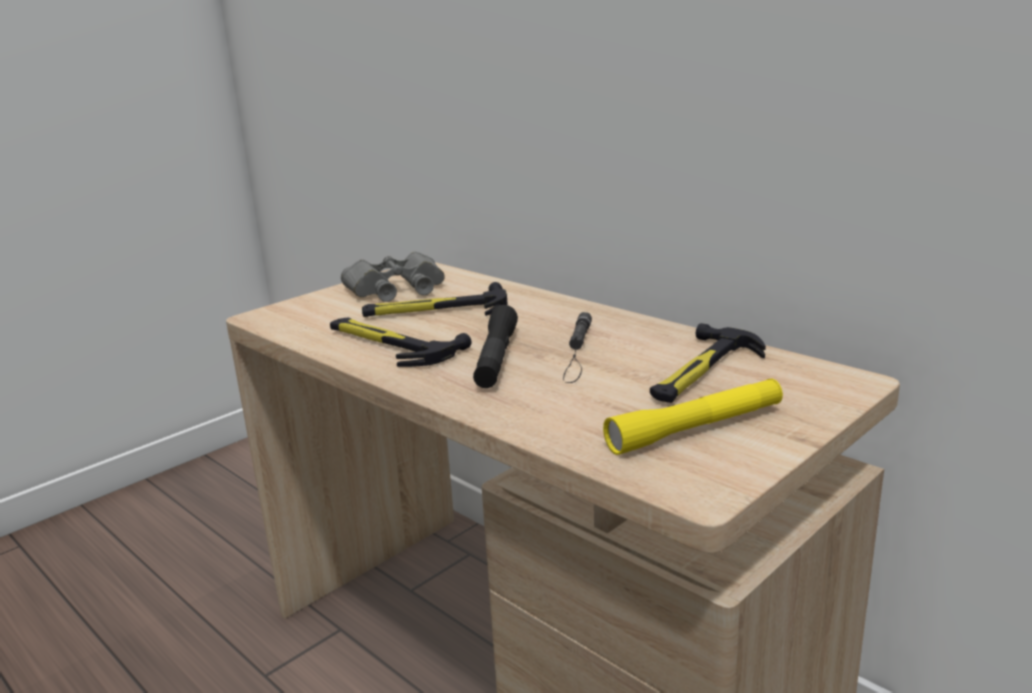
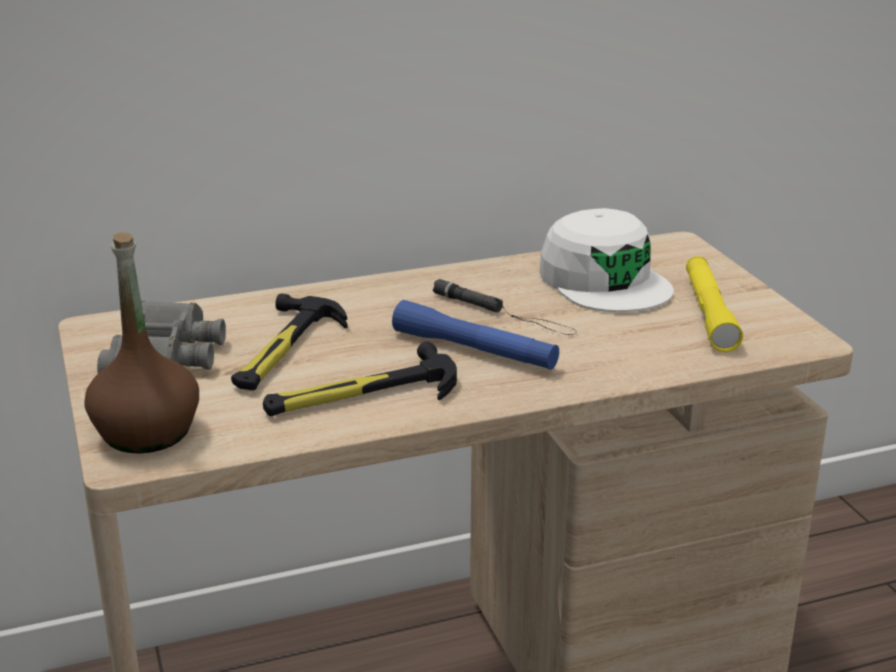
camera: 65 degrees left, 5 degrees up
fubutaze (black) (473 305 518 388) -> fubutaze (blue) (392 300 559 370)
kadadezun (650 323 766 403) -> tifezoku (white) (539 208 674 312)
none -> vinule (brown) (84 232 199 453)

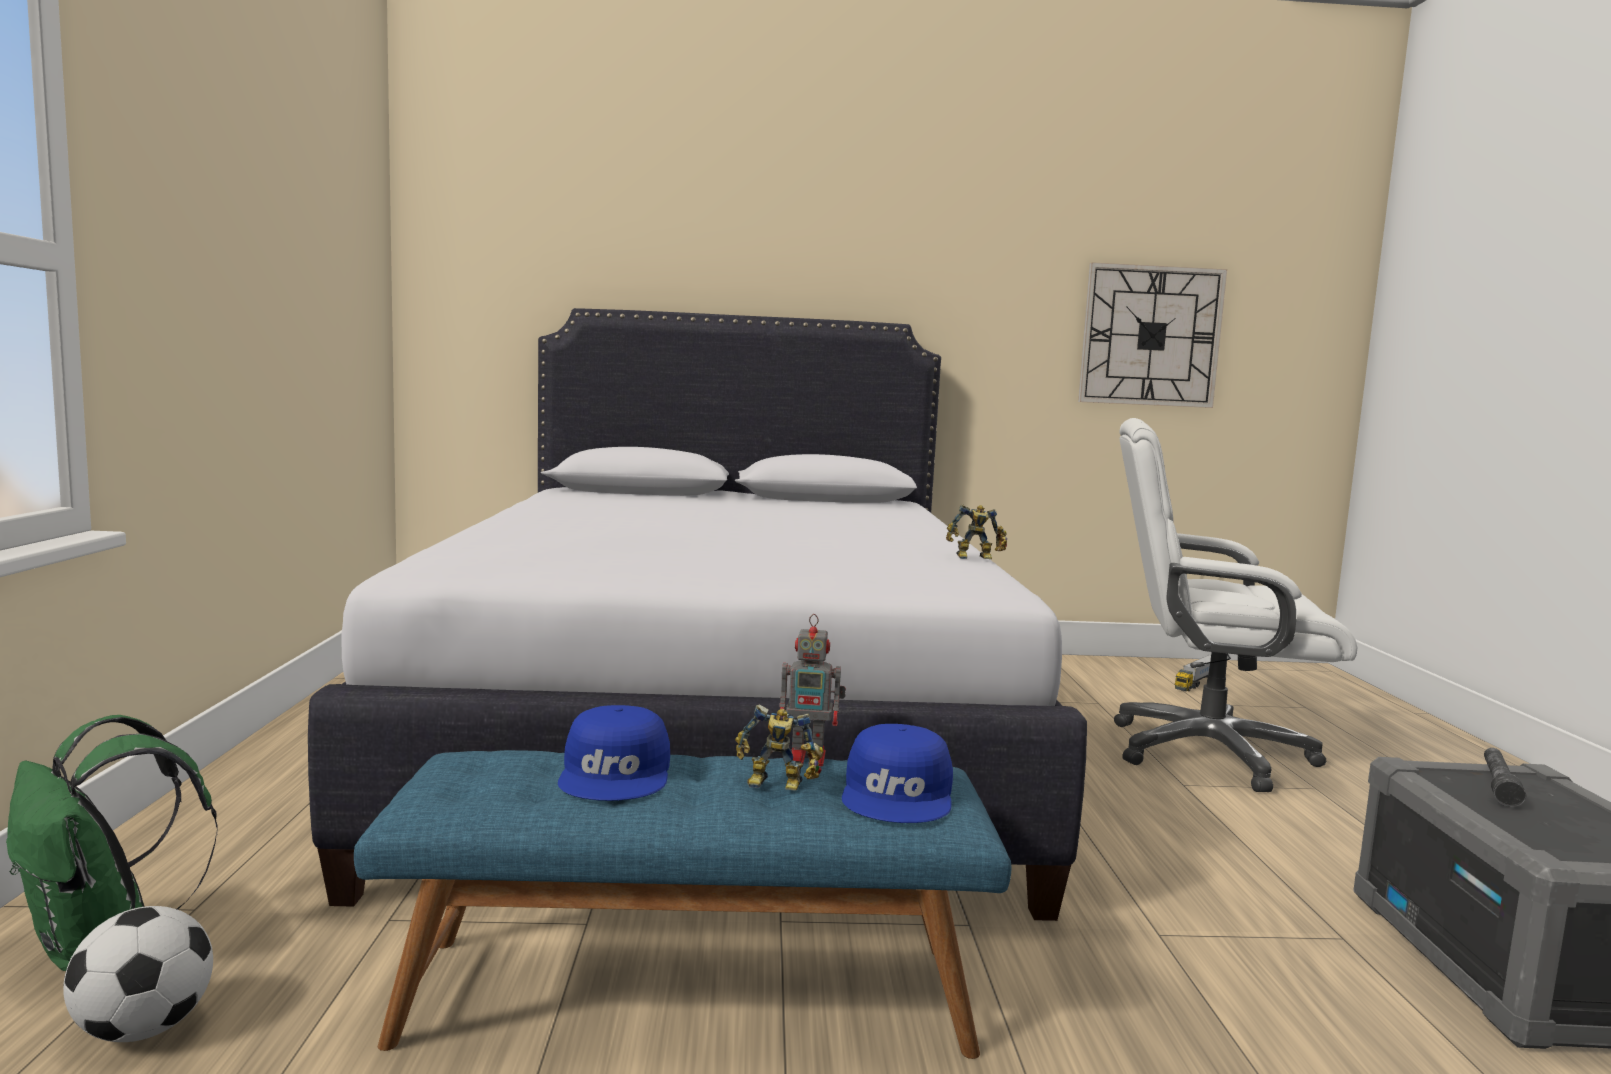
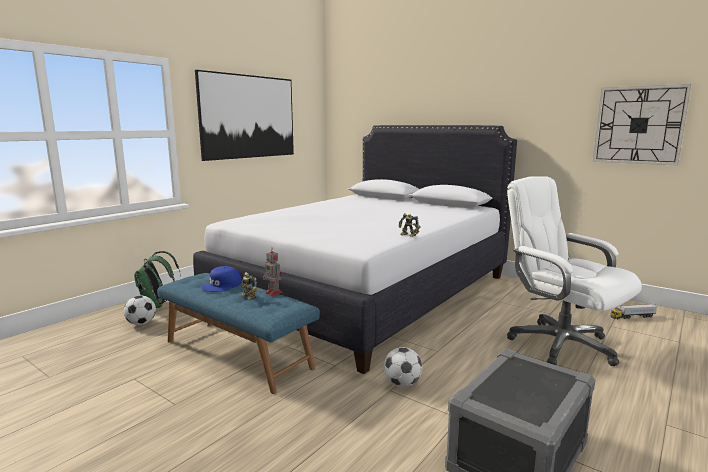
camera: 40 degrees right, 5 degrees up
tifezoku (blue) (842 724 953 823) -> none
fubutaze (grey) (1484 748 1526 807) -> none
none -> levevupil (195 70 294 161)
none -> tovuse (384 347 422 387)

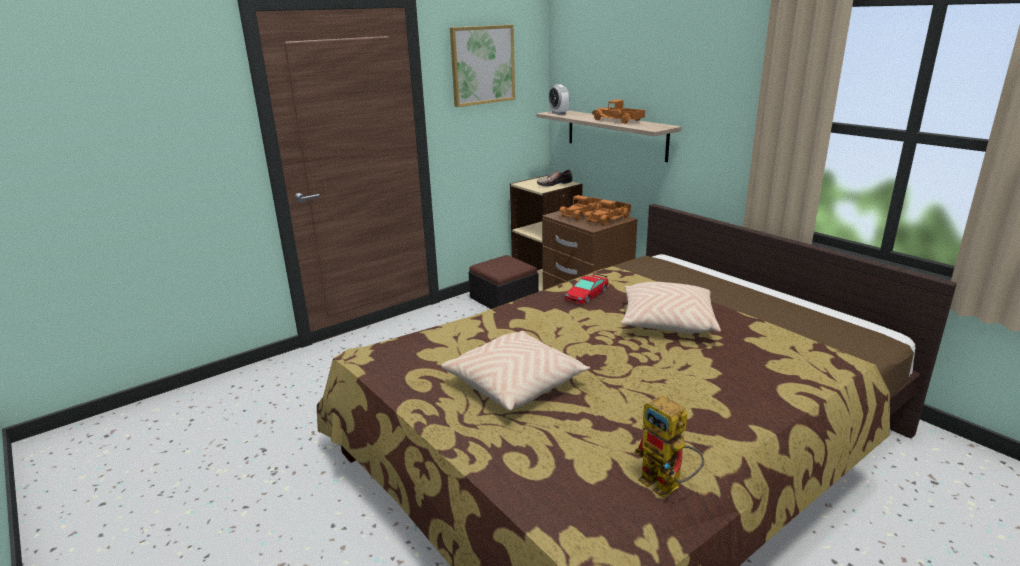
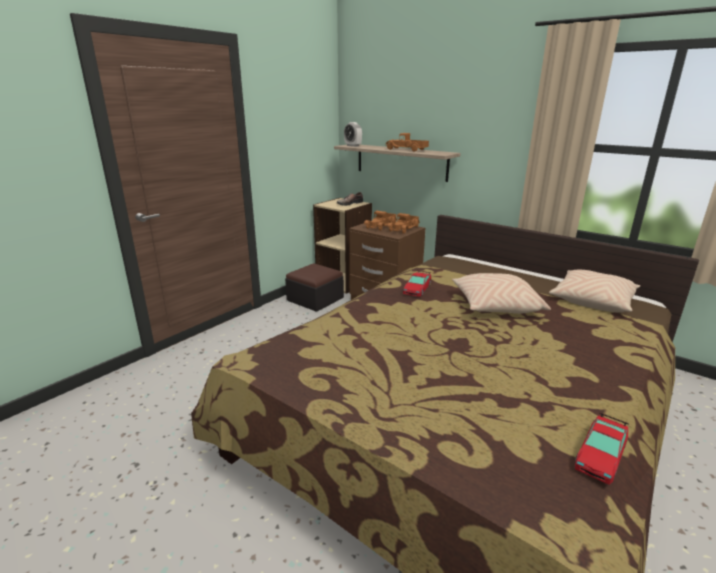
camera: 15 degrees left, 0 degrees up
levevupil (450 25 515 107) -> none
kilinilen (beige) (441 331 590 411) -> kilinilen (beige) (549 270 640 312), moved
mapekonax (634 395 704 498) -> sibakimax (575 413 629 485)

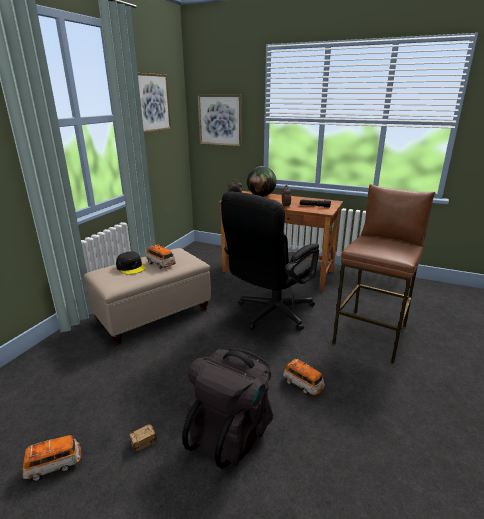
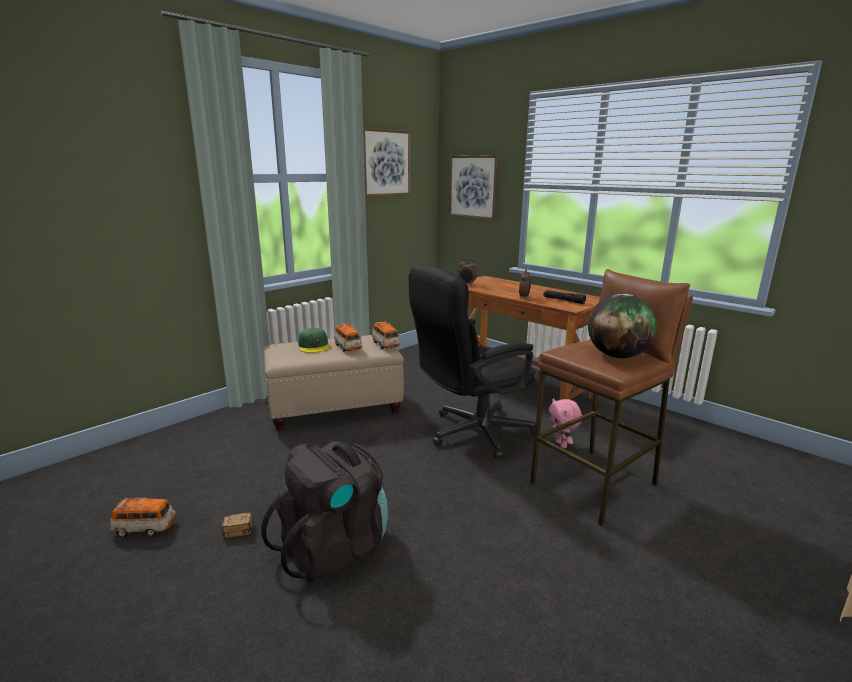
camera: 20 degrees right, 5 degrees down
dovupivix (247 166 277 197) -> dovupivix (588 294 657 358), moved
tifezoku (black) (116 251 146 275) -> tifezoku (green) (298 328 329 353)
sibakimax (283 359 325 396) -> sibakimax (372 321 400 349), moved
none -> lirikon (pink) (549 398 582 448)

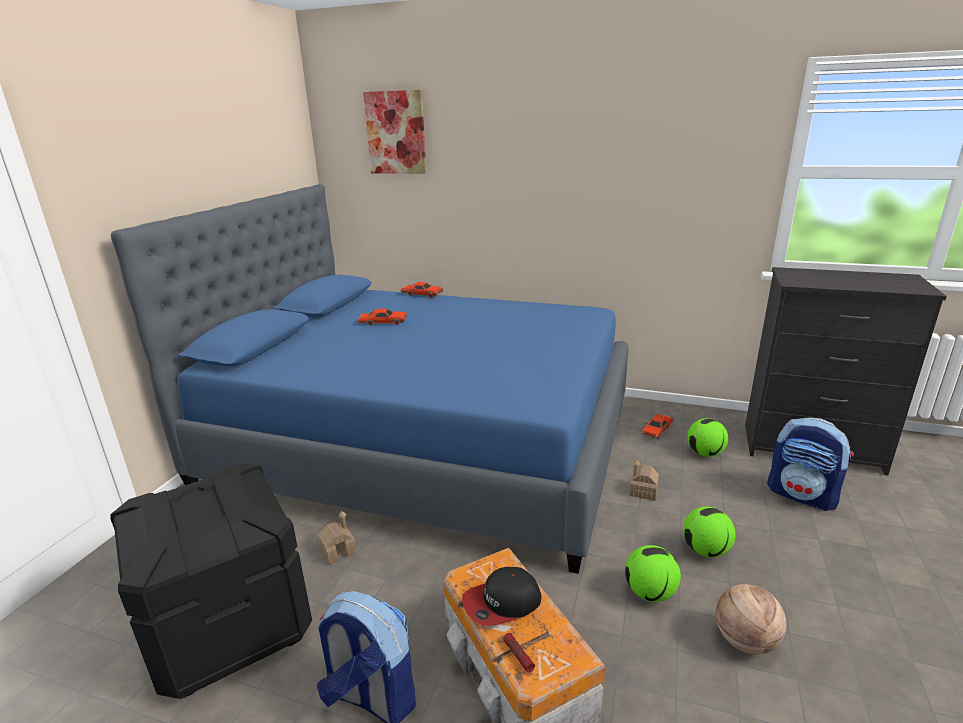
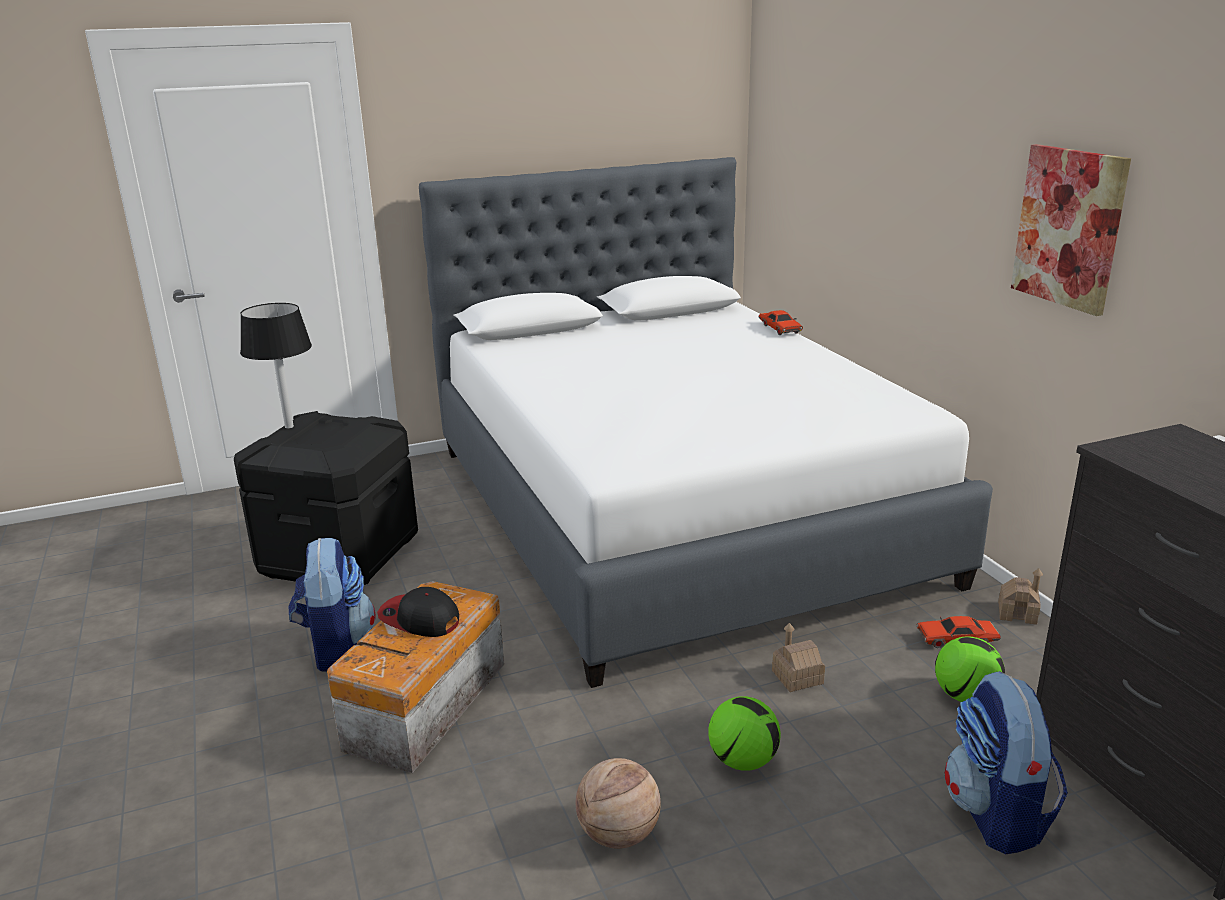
camera: 50 degrees right, 0 degrees up
levevupil (363 90 427 174) -> levevupil (1011 144 1131 316), moved
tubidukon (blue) (111 184 629 574) -> tubidukon (white) (419 157 993 688)
sibakimax (red) (358 308 407 326) -> none
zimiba (318 511 356 565) -> zimiba (998 568 1043 625), moved
tovuse (625 545 681 602) -> none
fubutaze (503 633 535 673) -> none
none -> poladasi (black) (240 303 312 429)

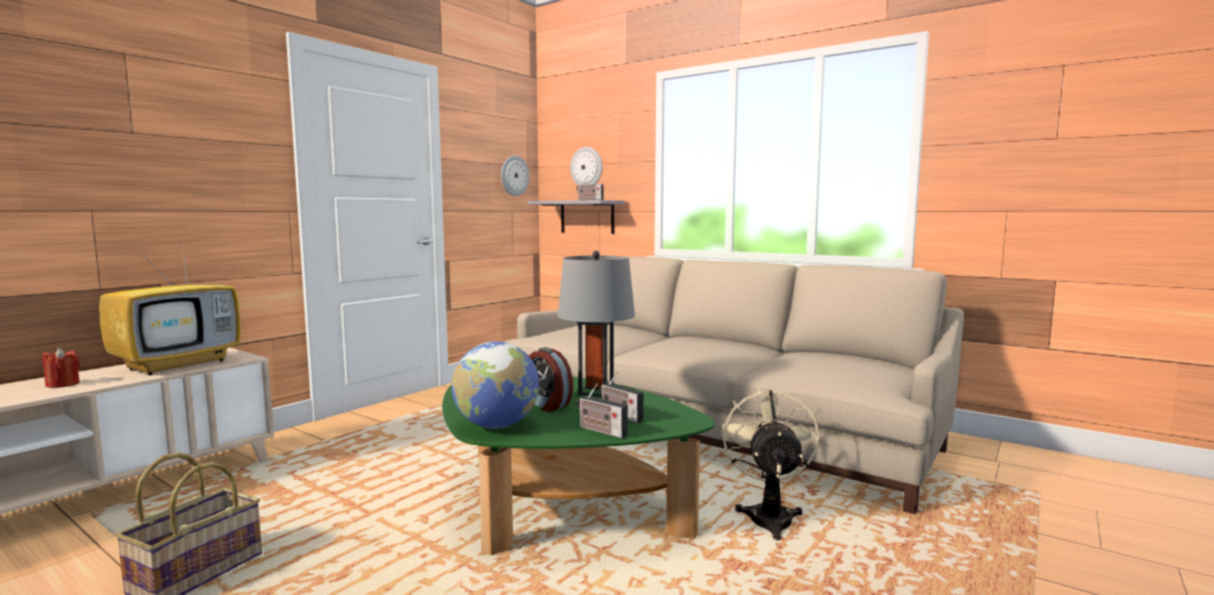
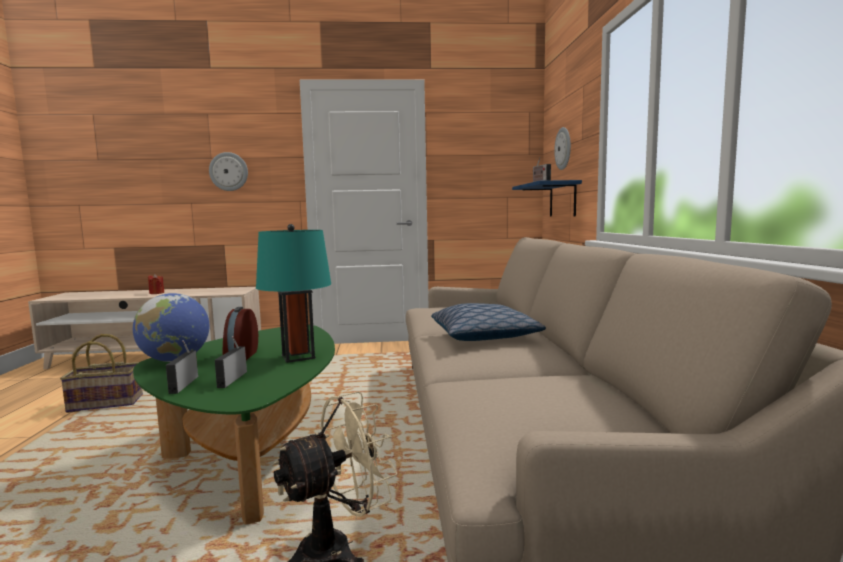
camera: 50 degrees right, 0 degrees up
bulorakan (501 156 529 196) -> bulorakan (209 152 248 191), moved
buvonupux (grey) (528 200 624 234) -> buvonupux (blue) (512 180 582 216)
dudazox (99 236 241 375) -> none
poladasi (grey) (558 251 635 396) -> poladasi (turquoise) (256 224 331 363)
none -> kilinilen (431 303 546 341)

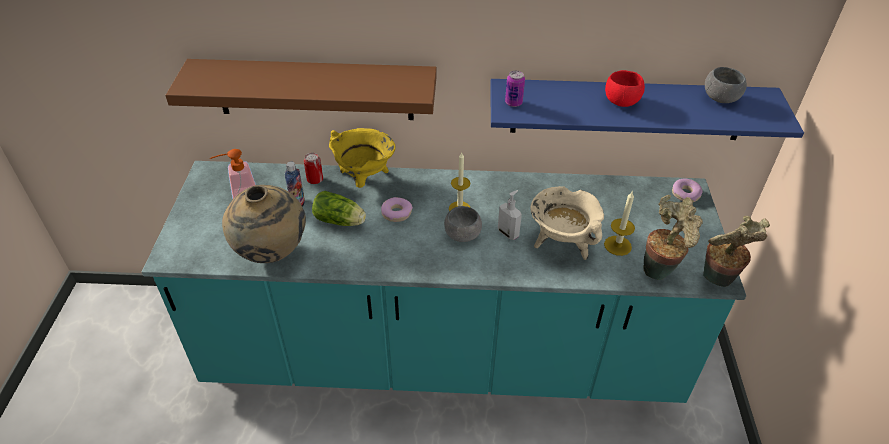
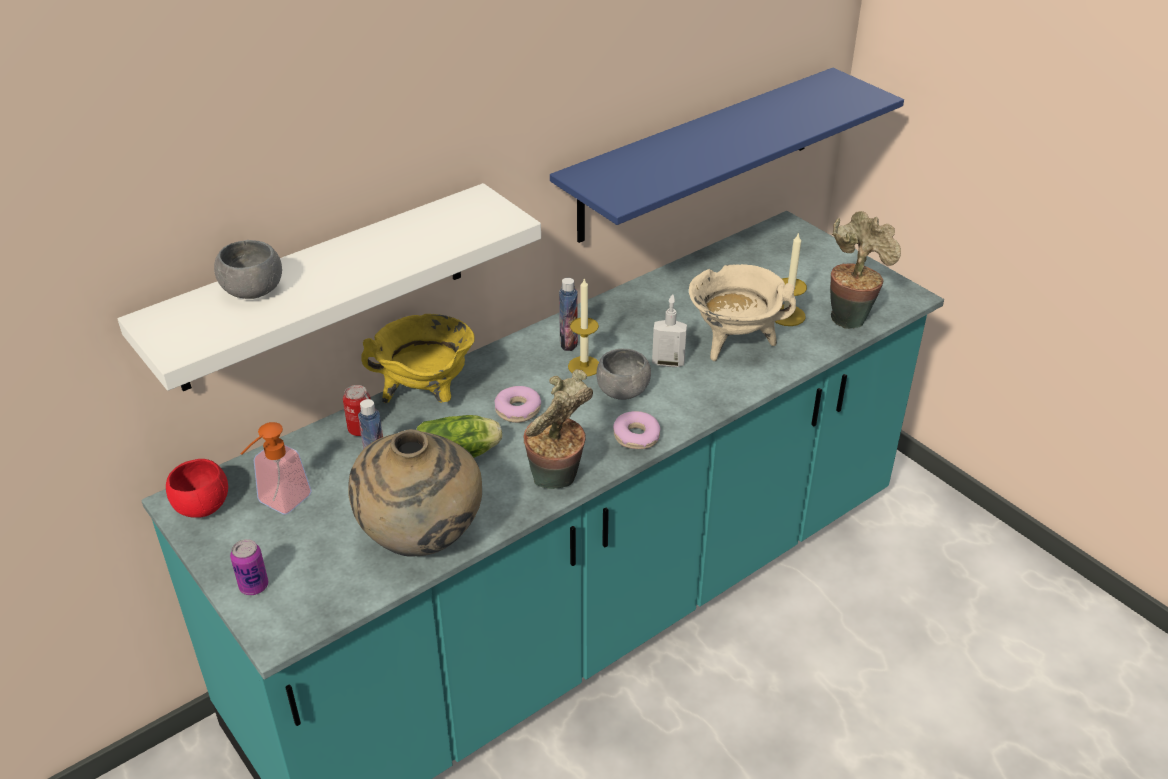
camera: 40 degrees left, 5 degrees down
buvonupux (brown) (165 59 437 120) -> buvonupux (white) (118 183 541 391)
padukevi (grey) (705 67 747 103) -> padukevi (grey) (214 240 282 299), moved
padukevi (red) (605 70 645 107) -> padukevi (red) (166 459 228 518), moved
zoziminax (505 71 525 107) -> zoziminax (230 539 268 595), moved
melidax (672 178 703 202) -> melidax (613 411 660 449), moved
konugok (703 216 770 287) -> konugok (523 369 593 489), moved
none -> vinule (559 278 578 351)

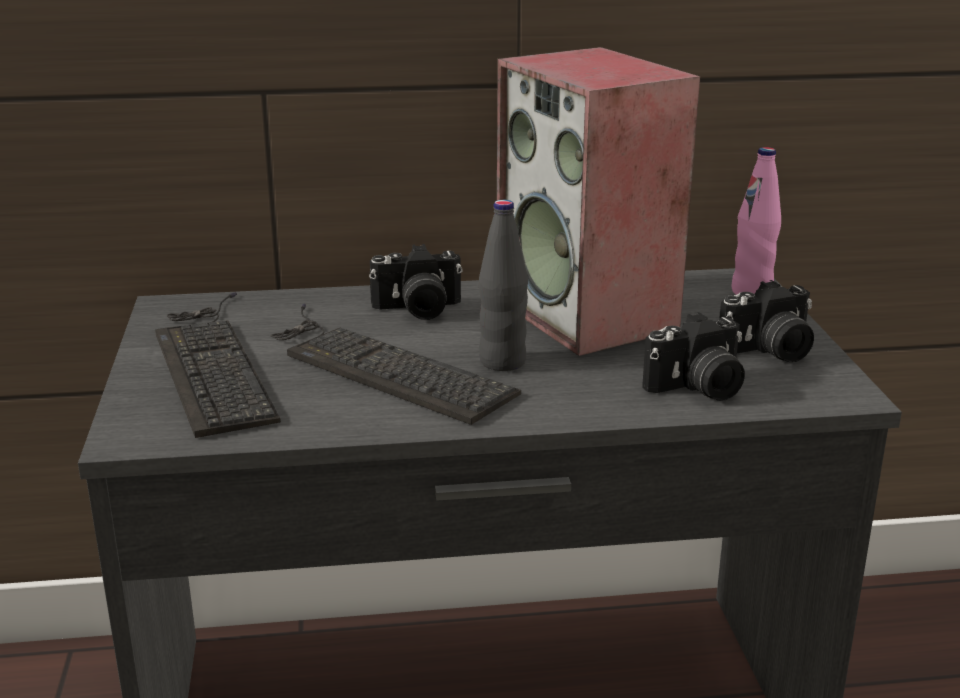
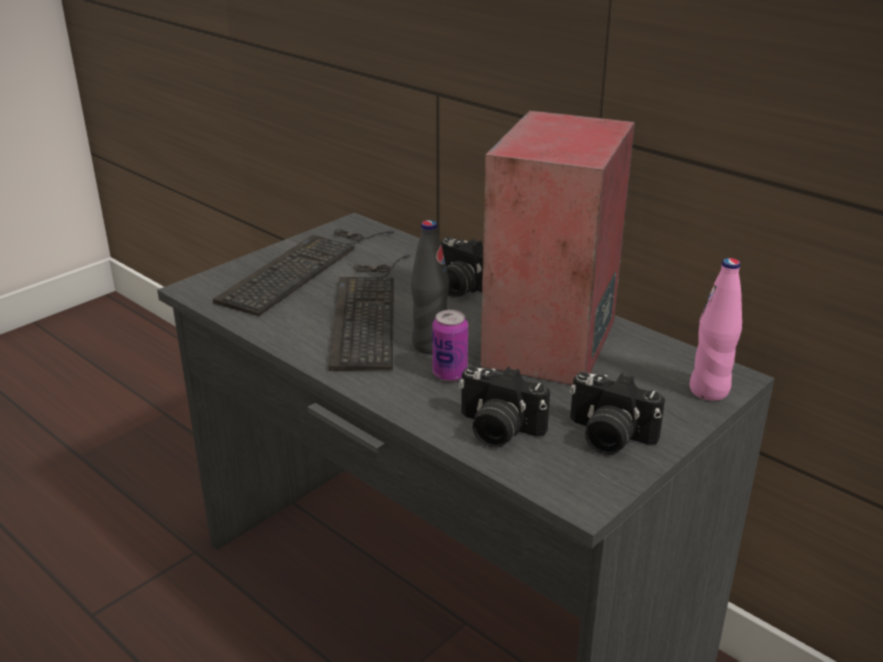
camera: 50 degrees right, 5 degrees up
none -> zoziminax (432 310 468 381)

